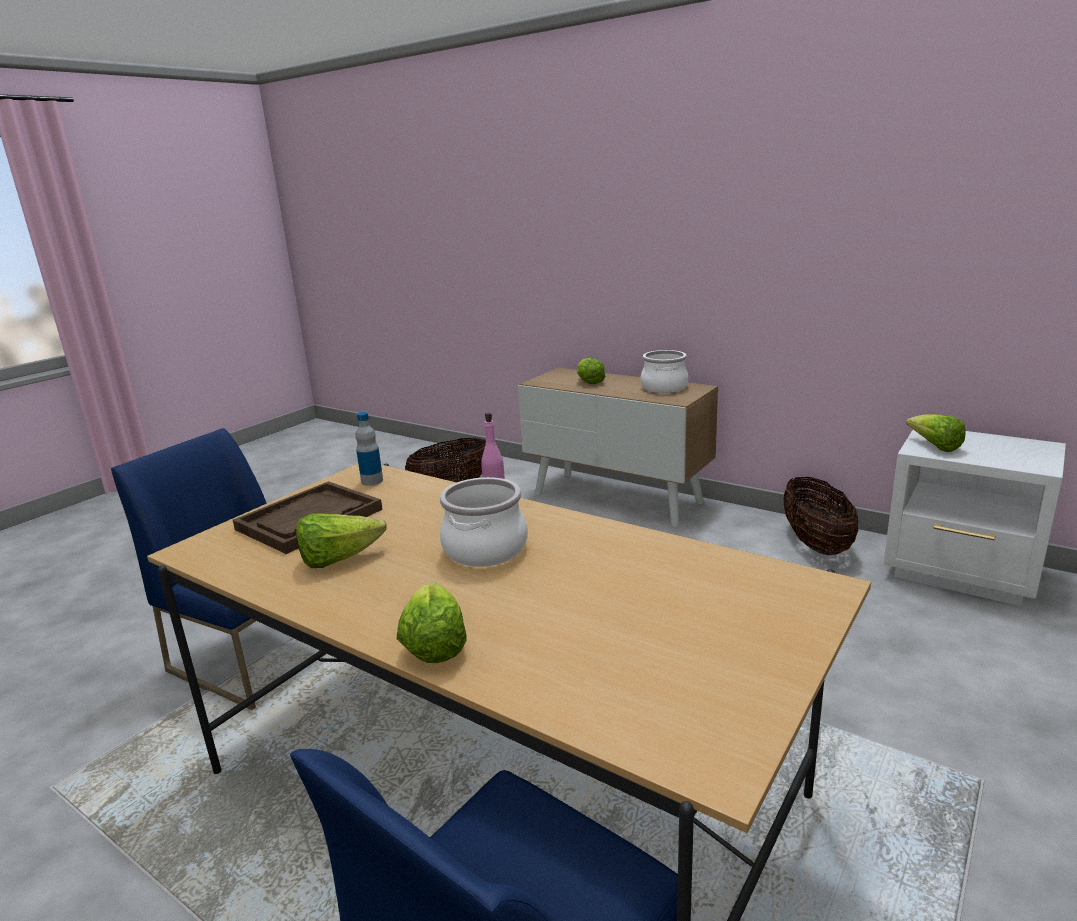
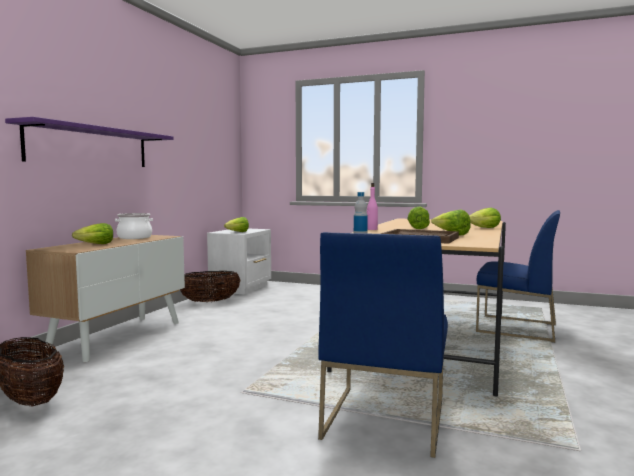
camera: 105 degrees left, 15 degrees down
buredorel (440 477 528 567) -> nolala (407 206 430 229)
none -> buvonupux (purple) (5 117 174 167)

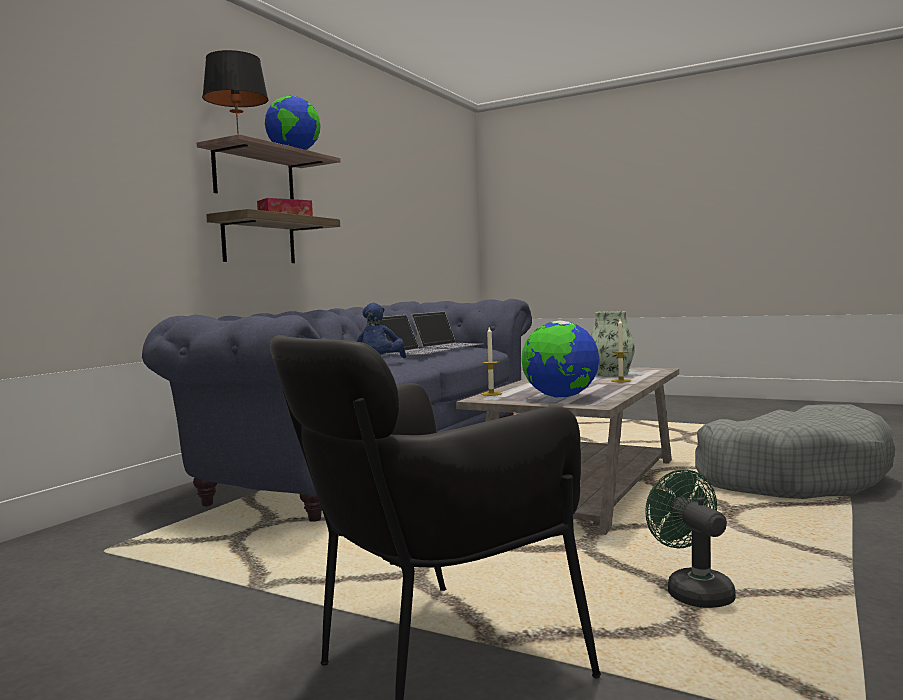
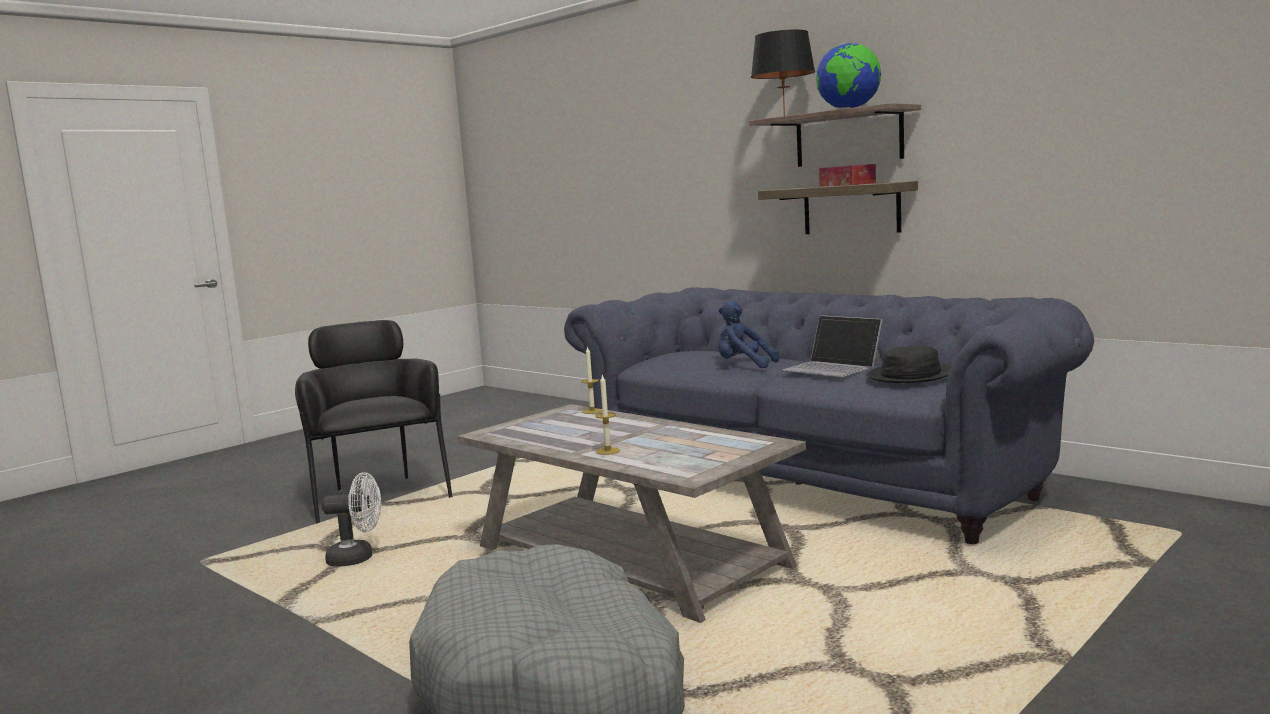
camera: 105 degrees right, 5 degrees up
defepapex (411 311 483 349) -> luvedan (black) (866 346 951 383)
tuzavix (591 311 635 376) -> none
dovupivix (522 320 600 398) -> none
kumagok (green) (645 469 736 608) -> kumagok (white) (322 472 381 567)

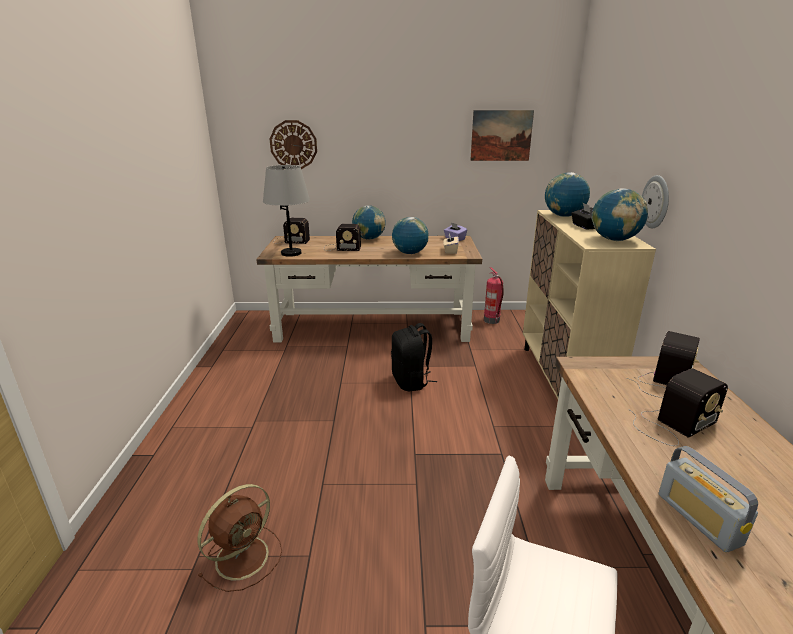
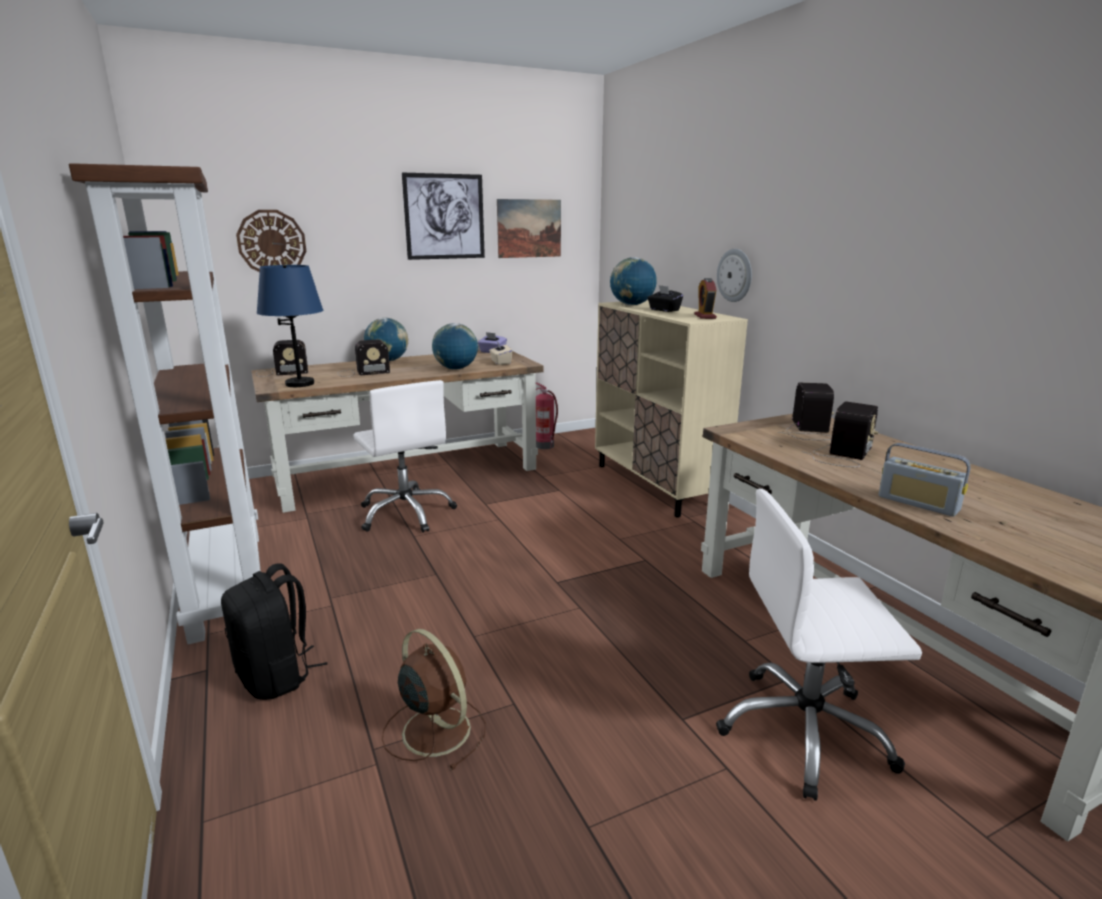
camera: 25 degrees left, 5 degrees down
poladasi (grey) (263 165 310 257) -> poladasi (blue) (257 265 323 387)
dovupivix (592 188 648 241) -> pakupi (694 278 717 319)
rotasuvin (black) (391 323 437 391) -> rotasuvin (black) (221 563 327 700), moved
kumagok (brown) (198 484 282 592) -> kumagok (brown) (382 629 486 770), 60 degrees counterclockwise
none -> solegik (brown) (69 163 261 644)
none -> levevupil (402 173 485 260)
none -> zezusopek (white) (353 380 457 533)

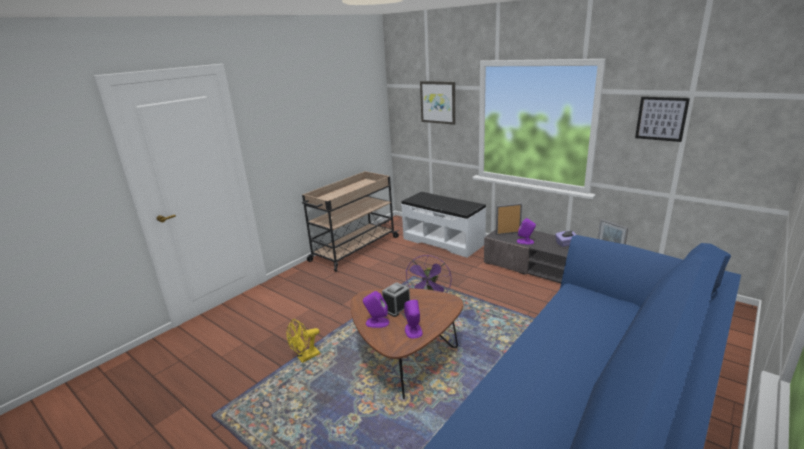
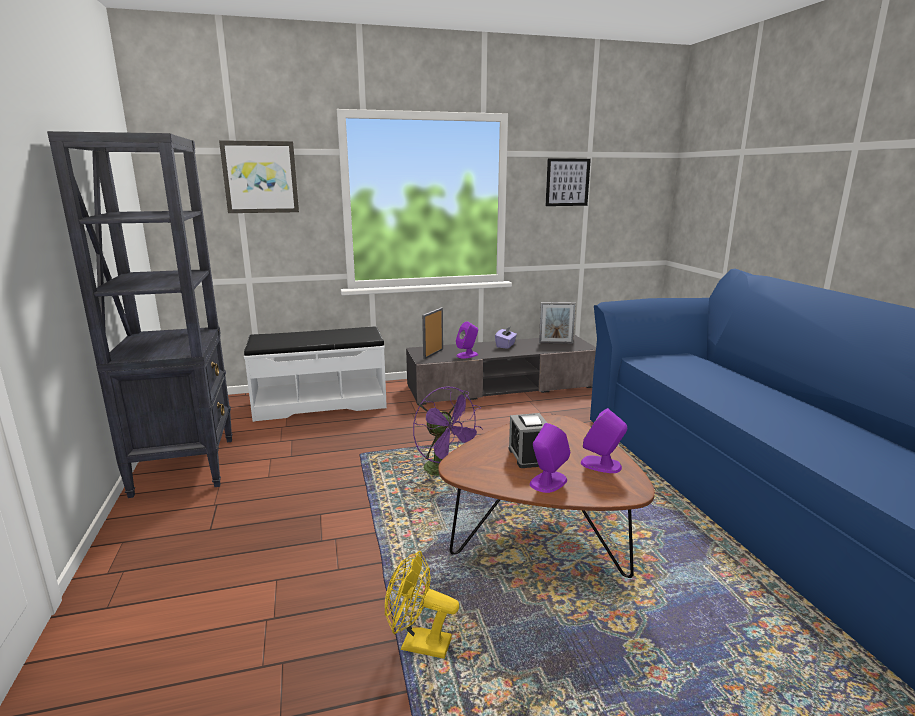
camera: 55 degrees left, 5 degrees down
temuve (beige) (302 171 399 272) -> solegik (black) (47 131 233 498)
kumagok (yellow) (287 319 320 363) -> kumagok (yellow) (385 551 459 659), 105 degrees clockwise

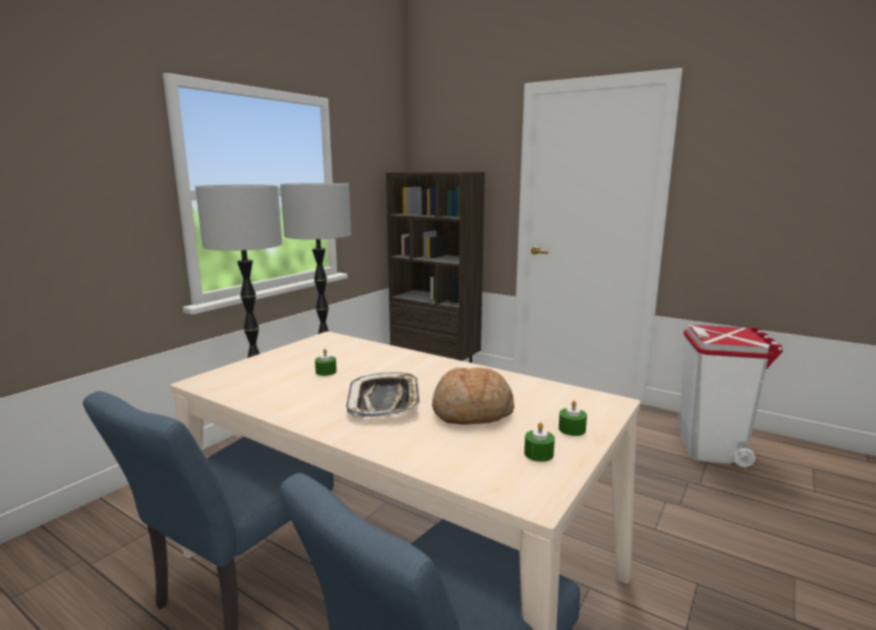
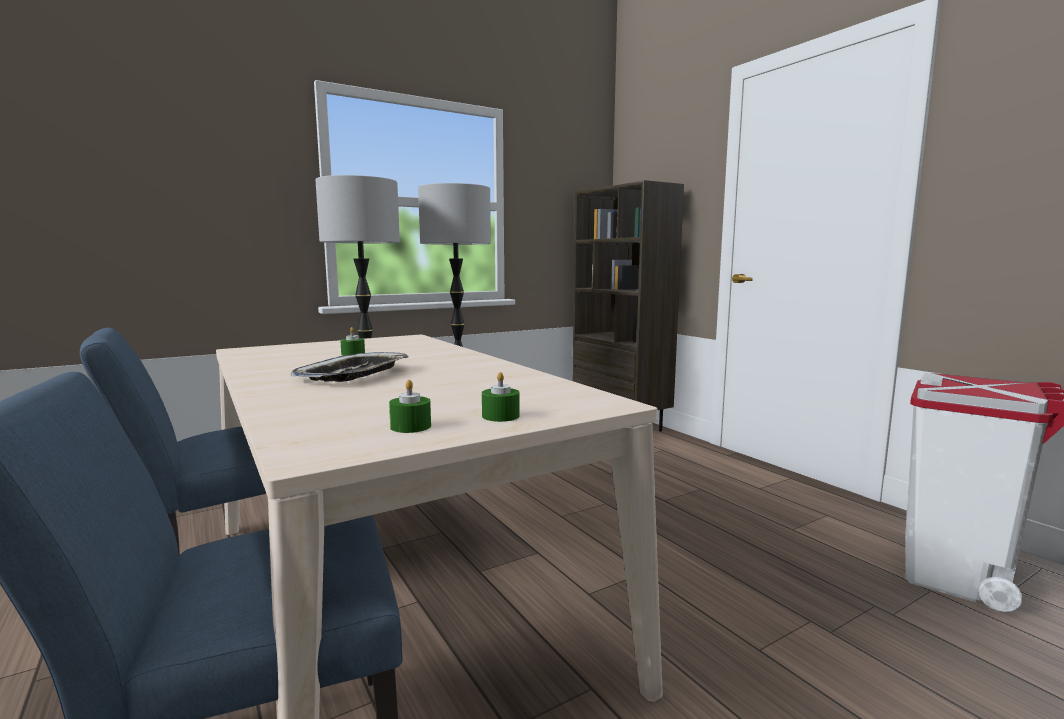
camera: 25 degrees right, 5 degrees down
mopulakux (432 367 515 425) -> none

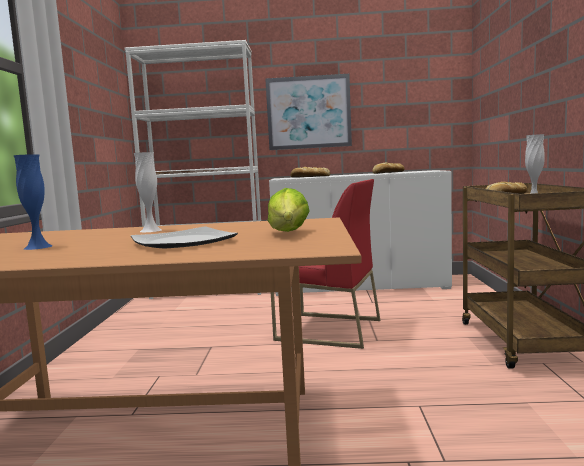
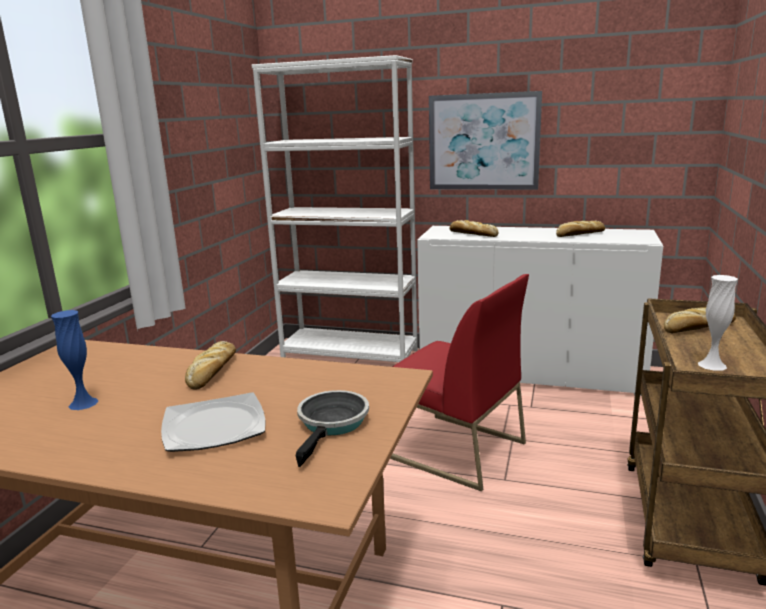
camera: 15 degrees right, 10 degrees up
tuzavix (white) (134 152 162 232) -> mopulakux (185 341 236 390)
nolala (268 188 310 232) -> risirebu (296 390 369 467)

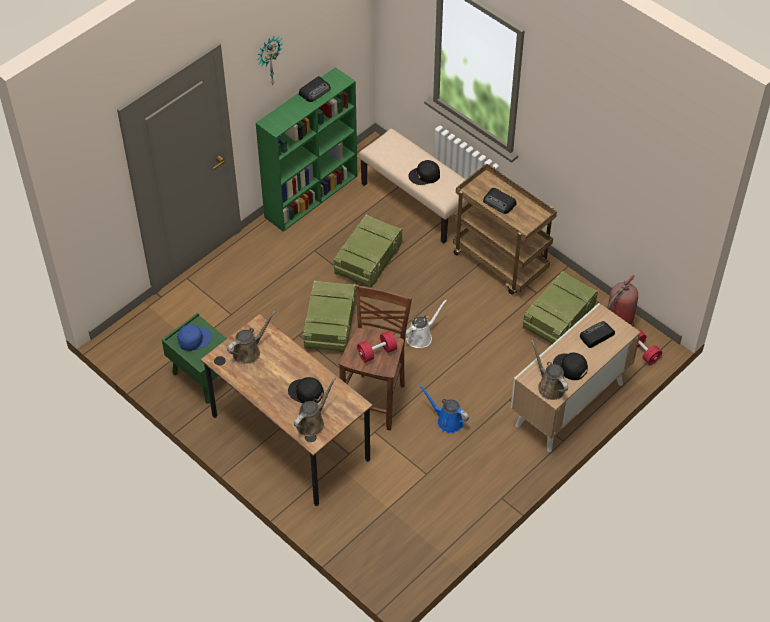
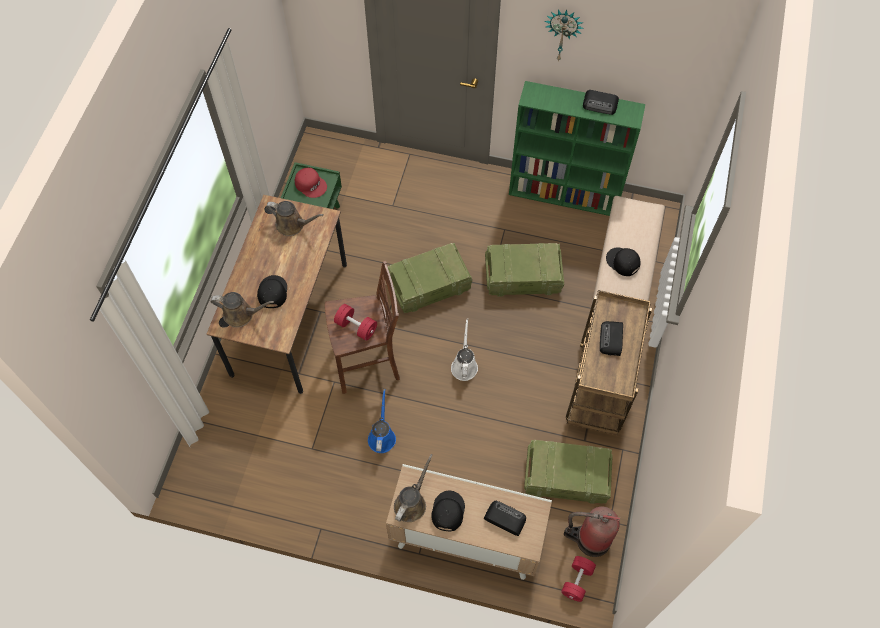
camera: 60 degrees right, 10 degrees up
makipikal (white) (405 299 447 348) -> makipikal (white) (451 318 478 381), 105 degrees counterclockwise
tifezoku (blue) (177 325 212 351) -> tifezoku (red) (295 168 327 198)

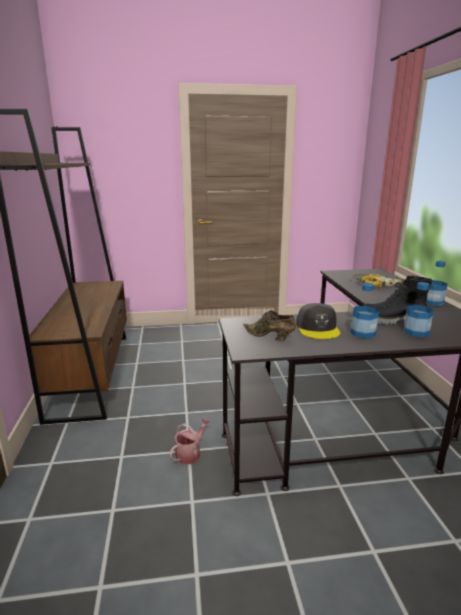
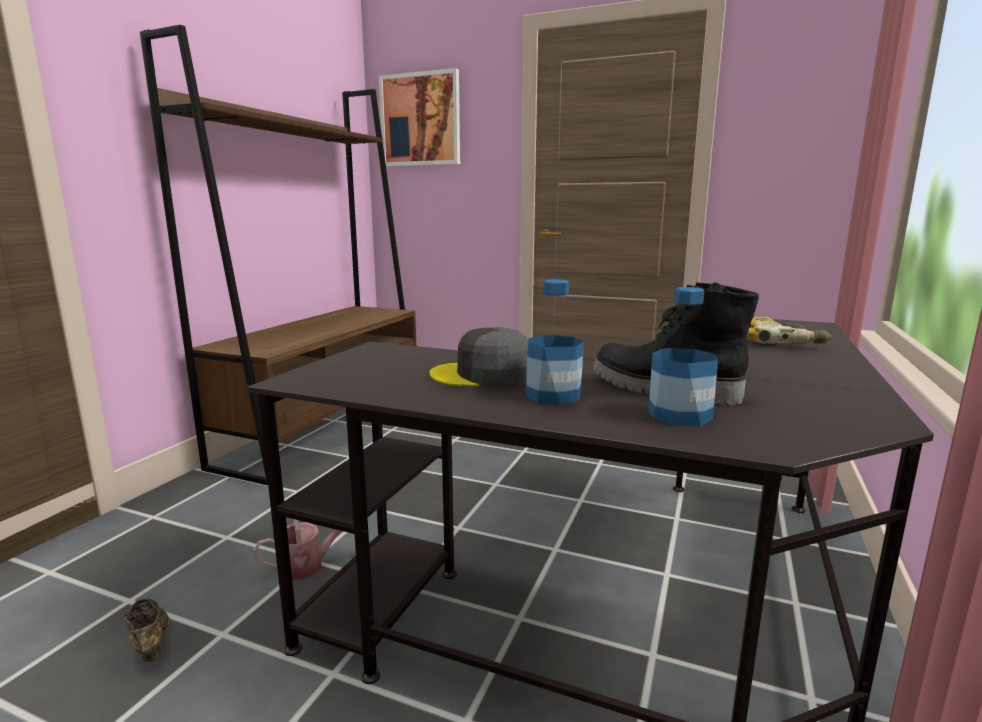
camera: 30 degrees right, 5 degrees down
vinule (427 261 448 306) -> none
tifezoku (grey) (296 303 340 339) -> tifezoku (grey) (429 327 528 387), 75 degrees clockwise
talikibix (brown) (243 310 296 341) -> talikibix (brown) (124 598 170 662), moved
none -> levevupil (379 68 460 167)

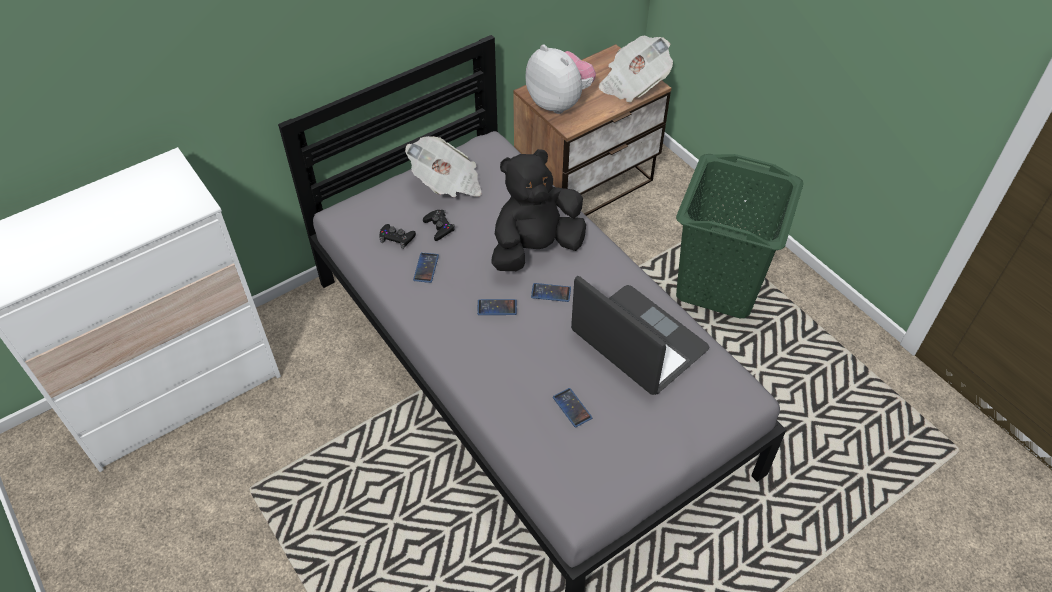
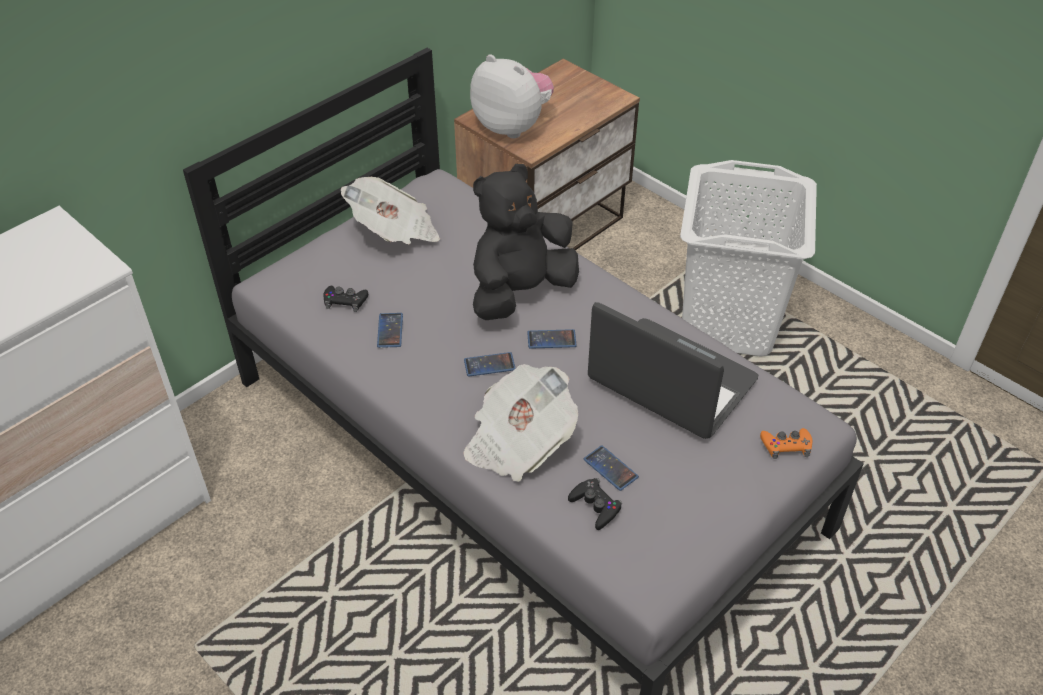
camera: 10 degrees left, 5 degrees down
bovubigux (599 35 673 102) -> bovubigux (463 364 578 482), moved
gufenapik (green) (676 154 804 318) -> gufenapik (white) (680 160 817 356)
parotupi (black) (423 210 455 241) -> parotupi (black) (568 478 622 530), moved
none -> parotupi (orange) (760 428 812 459)

